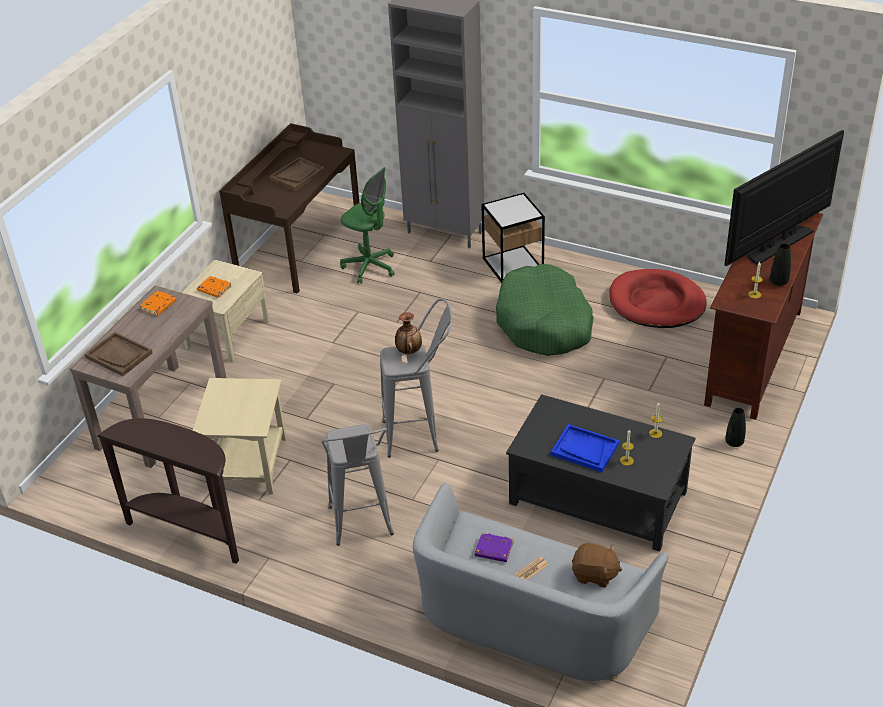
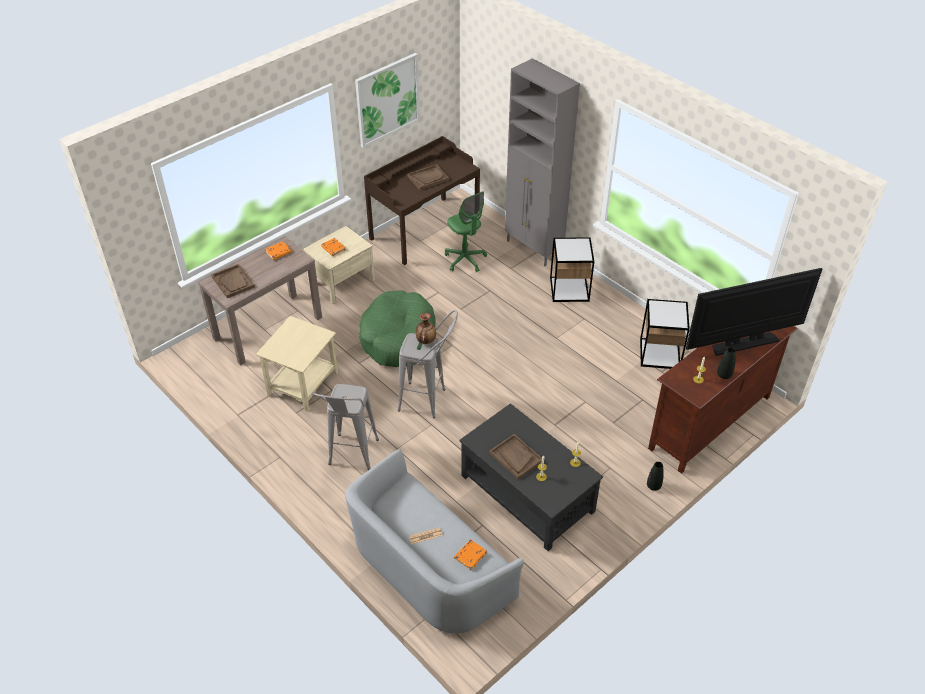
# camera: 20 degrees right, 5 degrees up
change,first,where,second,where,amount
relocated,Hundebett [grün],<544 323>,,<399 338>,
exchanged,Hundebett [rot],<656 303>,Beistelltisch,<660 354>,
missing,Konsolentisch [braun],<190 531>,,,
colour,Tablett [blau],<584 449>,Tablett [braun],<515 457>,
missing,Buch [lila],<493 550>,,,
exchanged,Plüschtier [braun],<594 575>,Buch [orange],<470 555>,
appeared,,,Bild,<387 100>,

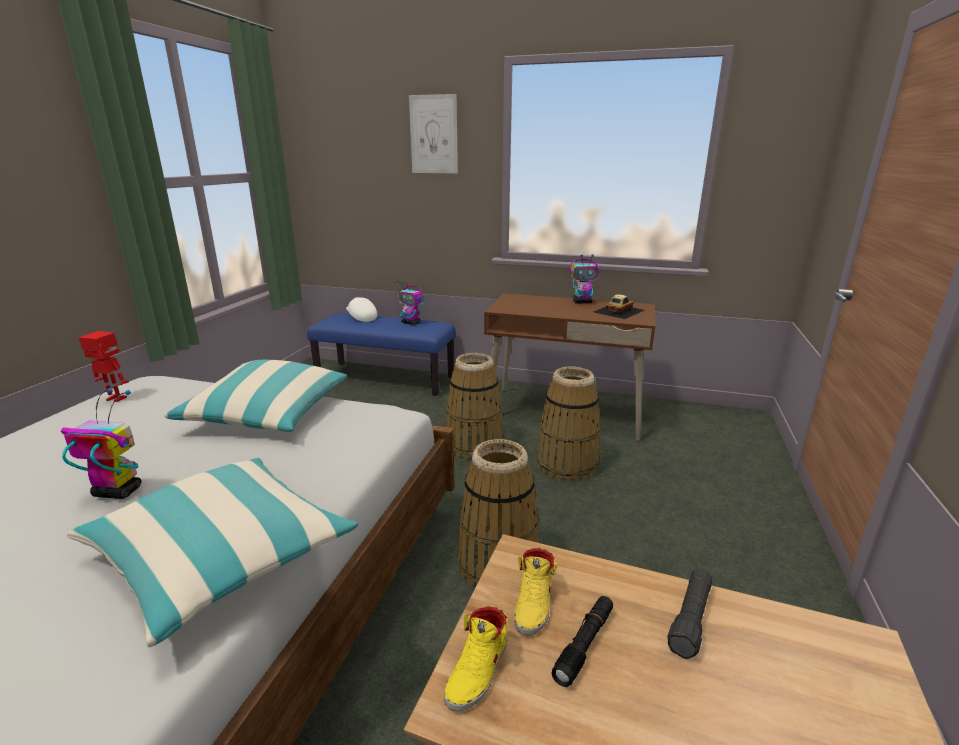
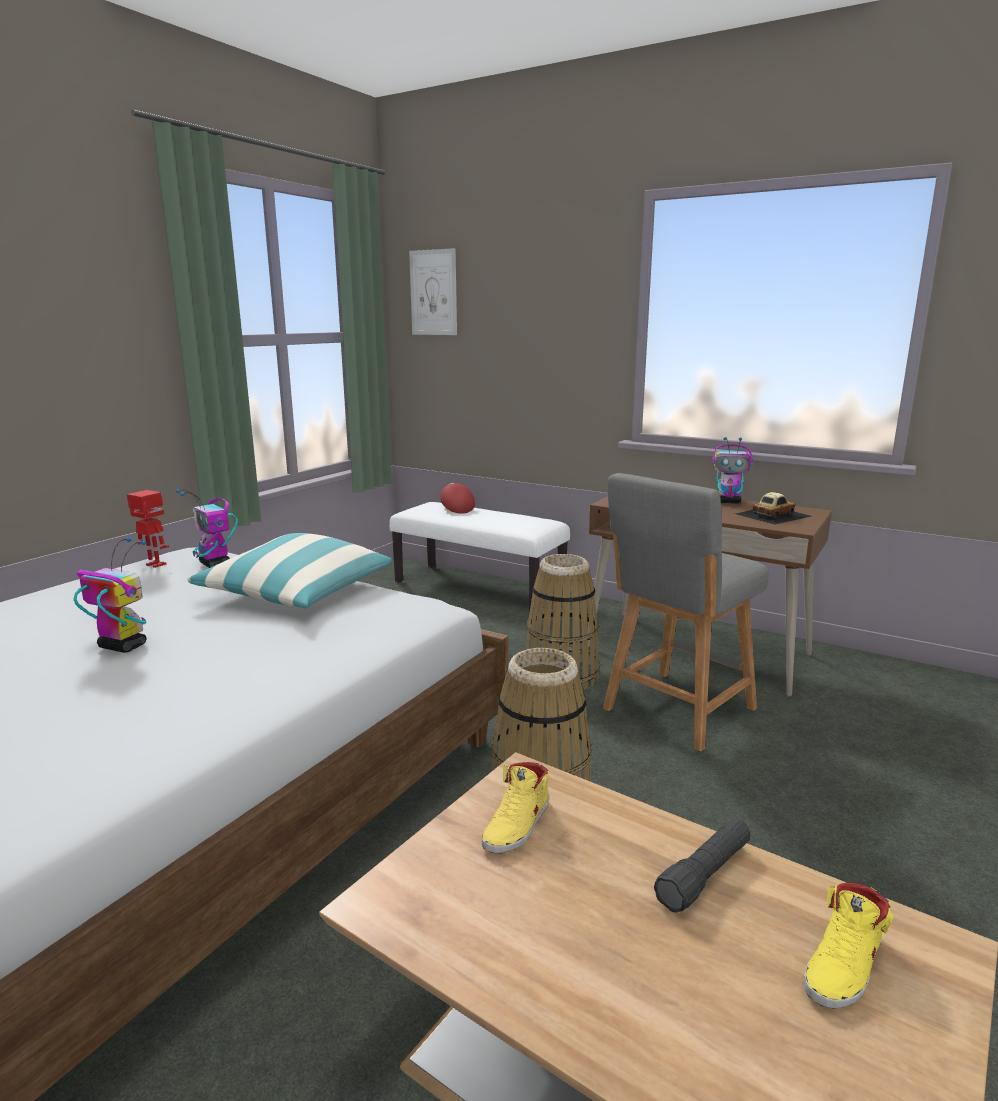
# camera: 15 degrees right, 5 degrees down
change,first,where,second,where,amount
relocated,Bild,<433 134>,,<433 293>,
relocated,Spielzeugroboter,<411 323>,,<215 564>,
colour,Kappe [weiß],<361 318>,Kappe [rot],<455 508>,
colour,Bank [blau],<386 378>,Bank [weiß],<479 587>,
exchanged,Korb,<566 464>,Hocker [grau],<675 711>,
missing,Kissen,<221 556>,,,
missing,Taschenlampe [schwarz],<584 644>,,,
relocated,Schuh [gelb],<478 670>,,<845 966>,

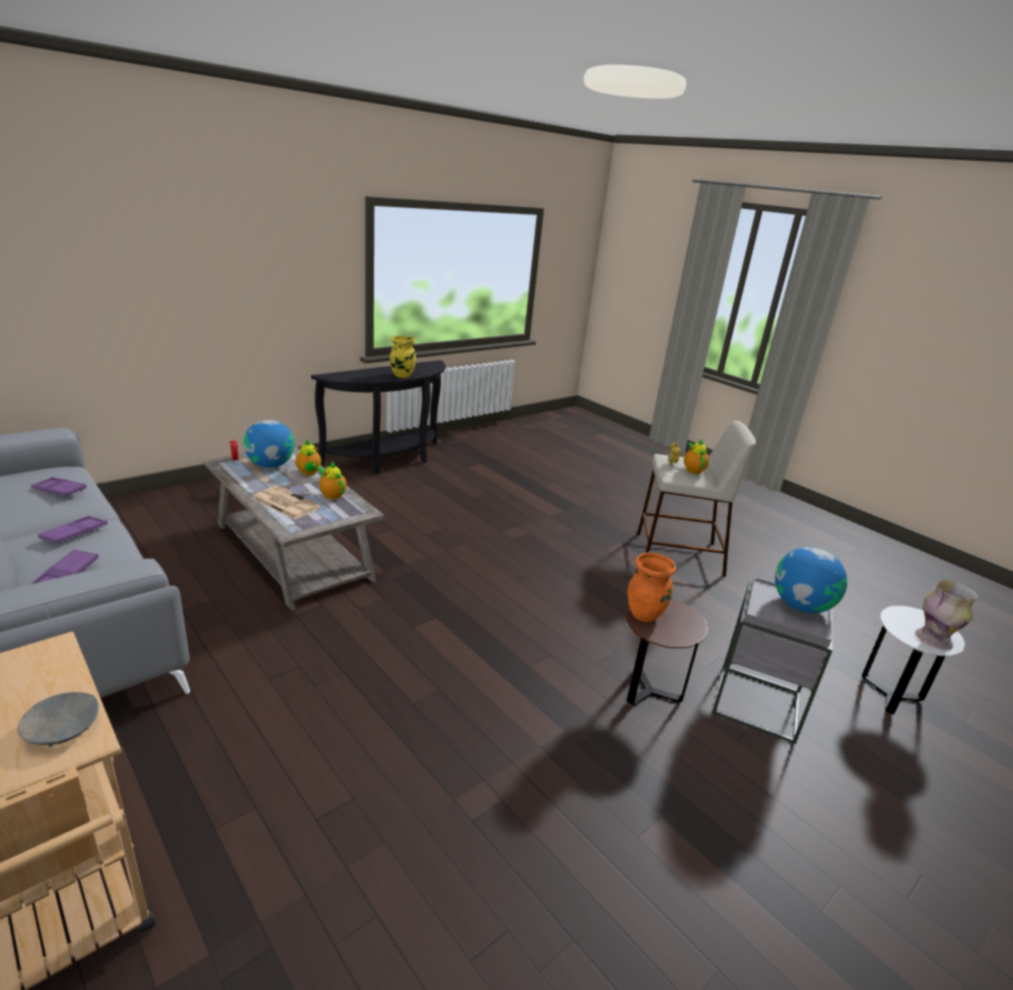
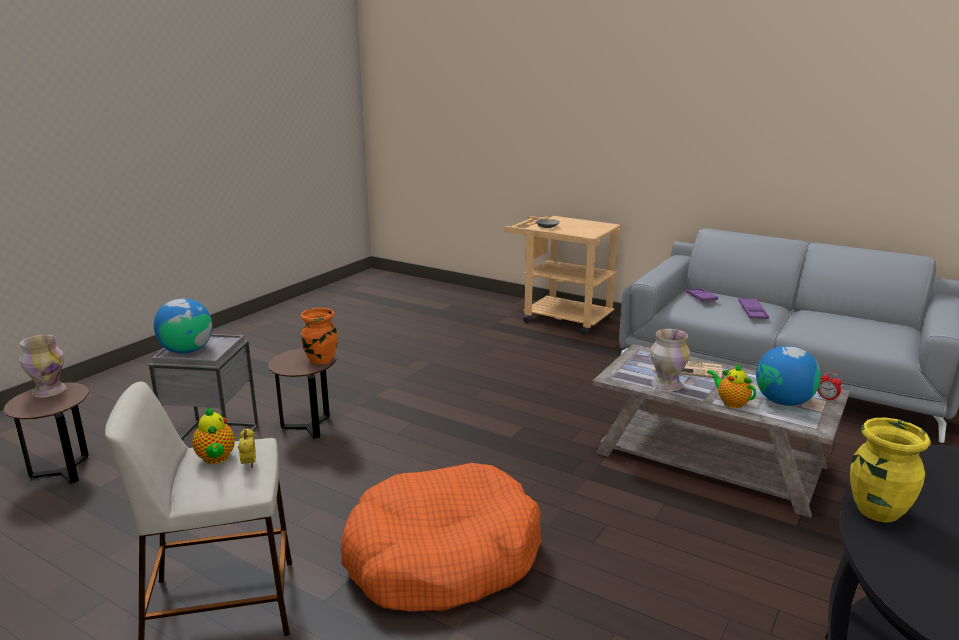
# camera: 165 degrees right, 5 degrees down
change,first,where,second,where,amount
exchanged,Teekanne,<332 495>,Vase,<665 385>,
missing,Tablett [lila],<60 490>,,,
colour,Beistelltisch [weiß],<890 696>,Beistelltisch [braun],<64 472>,
appeared,,,Hundebett [orange],<442 557>,

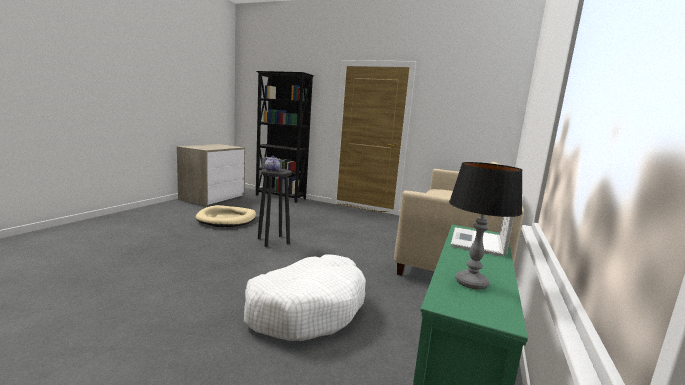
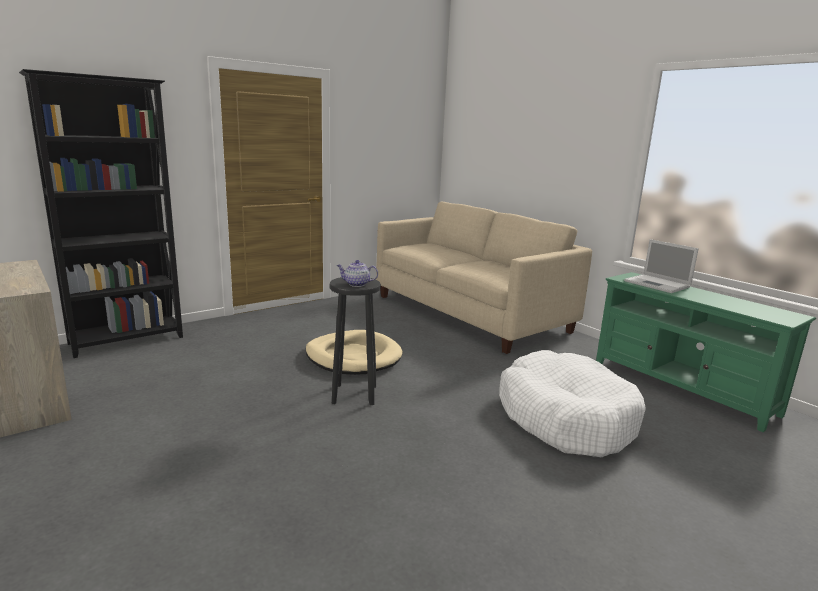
# camera: 60 degrees left, 5 degrees up
change,first,where,second,where,amount
missing,Tischlampe,<471 283>,,,
relocated,Hundebett [beige],<227 219>,,<353 356>,

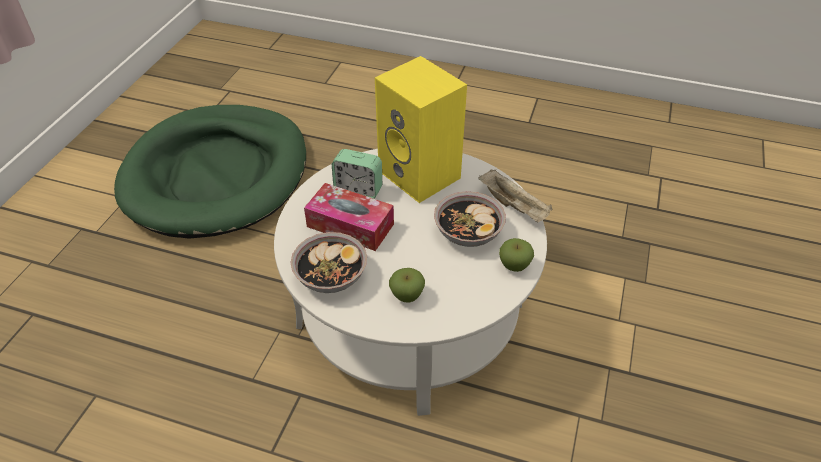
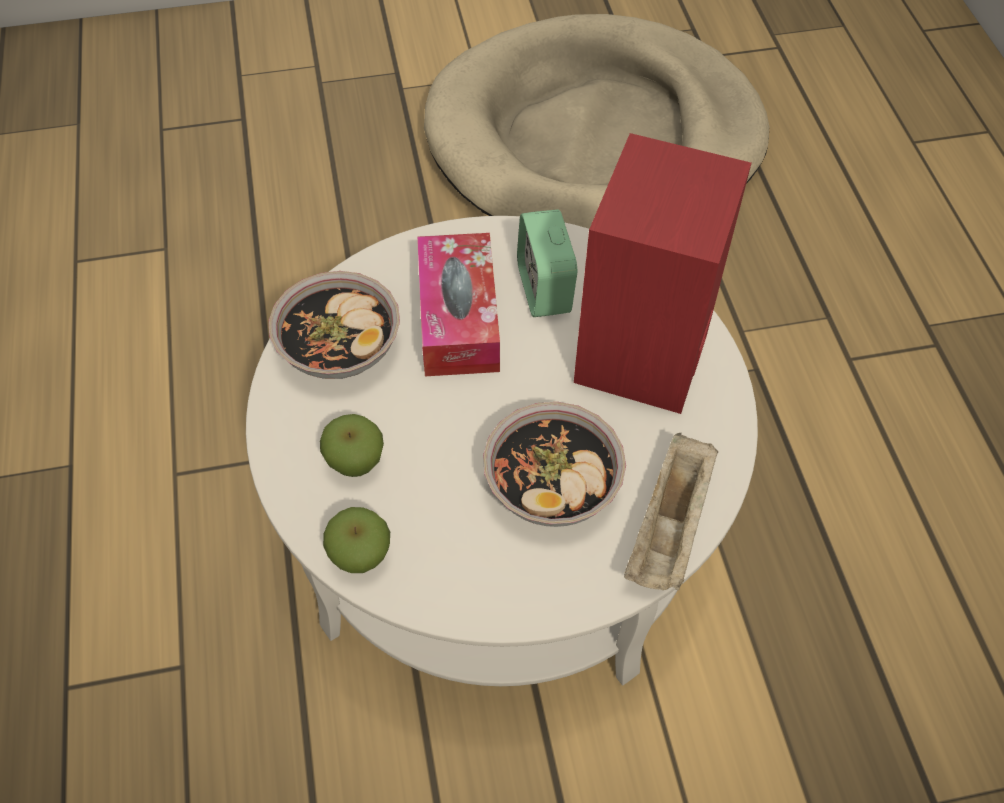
# camera: 60 degrees right, 10 degrees up
change,first,where,second,where,amount
colour,Lautsprecher [gelb],<421 175>,Lautsprecher [rot],<645 354>,
colour,Hundebett [grün],<217 175>,Hundebett [beige],<595 139>,
relocated,Apfel,<514 266>,,<360 556>,

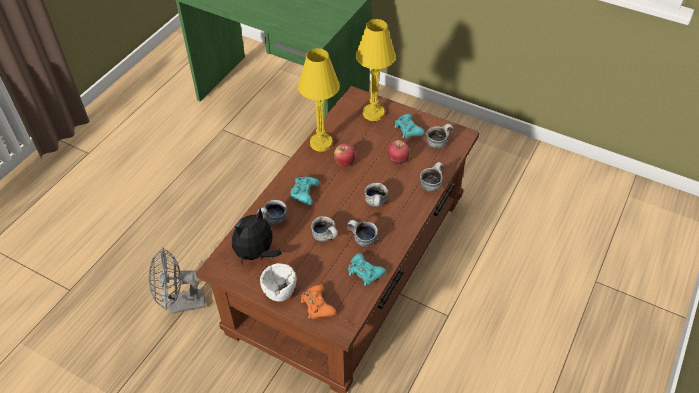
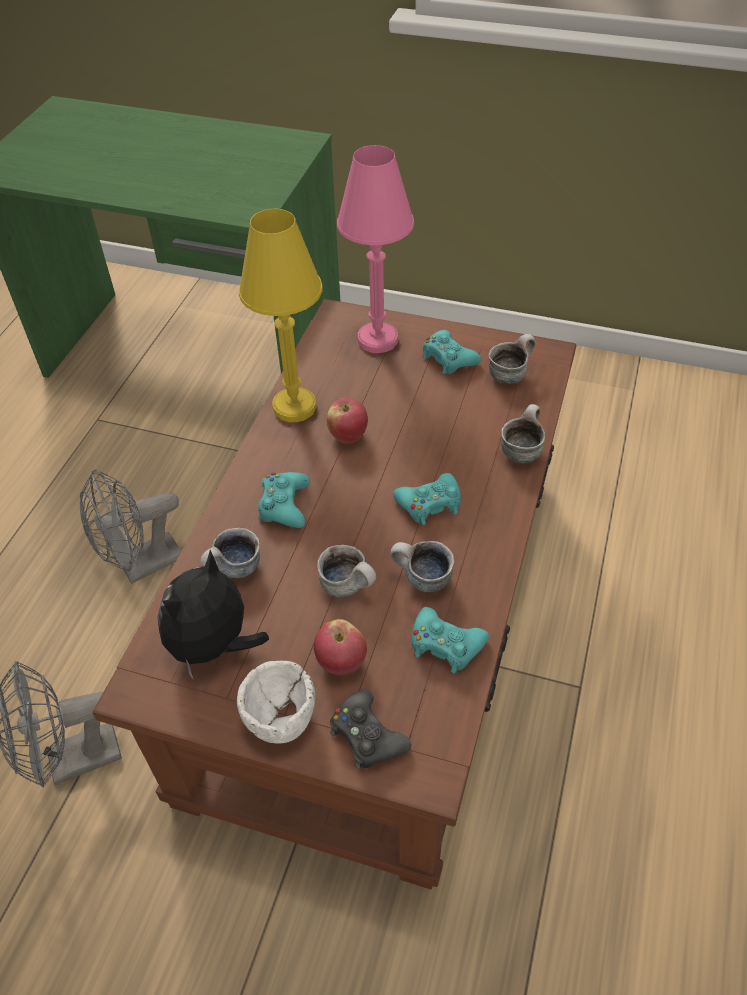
# camera: 10 degrees left, 0 degrees up
change,first,where,second,where,amount
colour,Tischlampe [gelb],<373 113>,Tischlampe [rosa],<377 340>,
relocated,Apfel,<398 160>,,<341 662>,
exchanged,Henkelbecher,<376 204>,Gamepad [türkis],<430 504>,
colour,Gamepad [orange],<317 305>,Gamepad [schwarz],<367 736>,
appeared,,,Ventilator [grau],<142 566>,

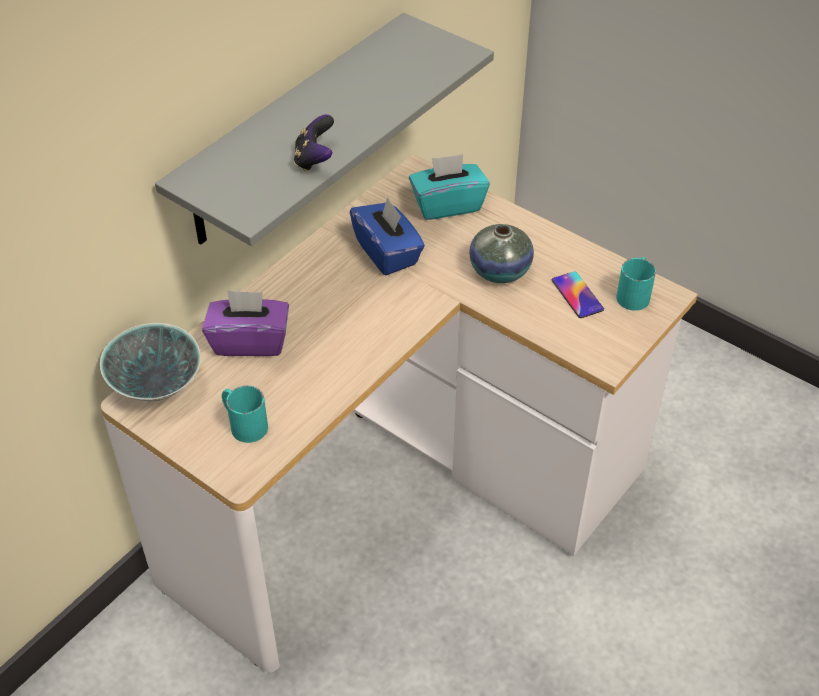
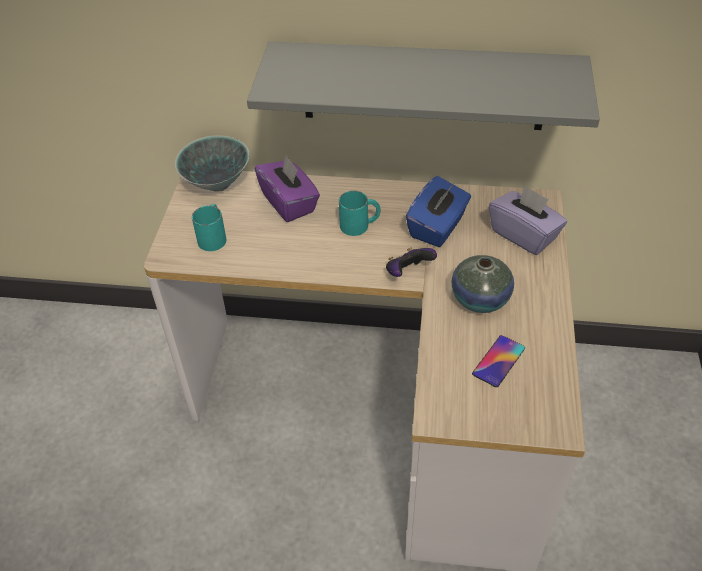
# camera: 60 degrees right, 0 degrees up
change,first,where,second,where,amount
relocated,Gamepad,<314 160>,,<407 273>,
colour,Taschentuchbox [türkis],<447 205>,Taschentuchbox [lila],<524 235>,
relocated,Henkelbecher [türkis],<634 293>,,<360 225>,

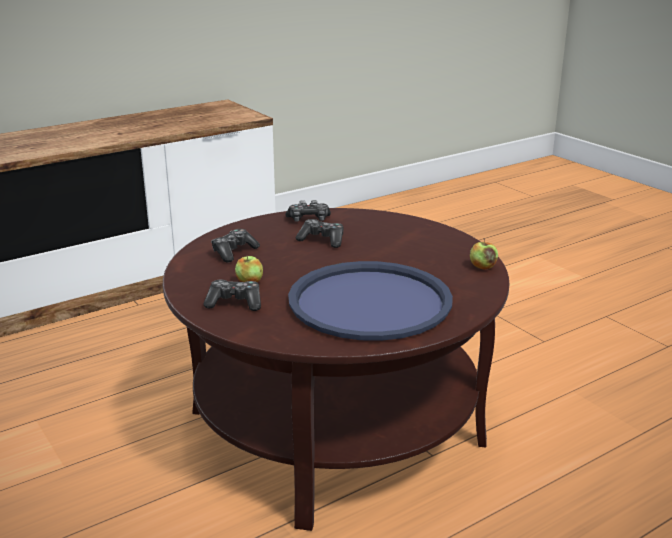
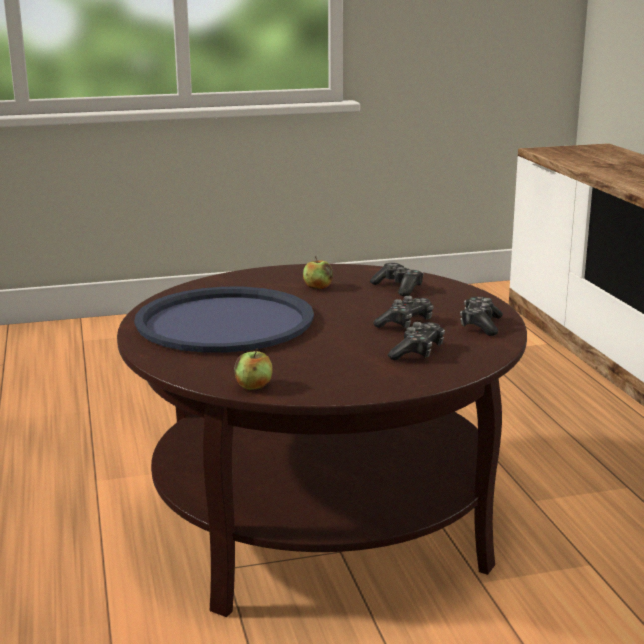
# camera: 110 degrees right, 5 degrees down
change,first,where,second,where,amount
relocated,Gamepad,<234 303>,,<418 352>,

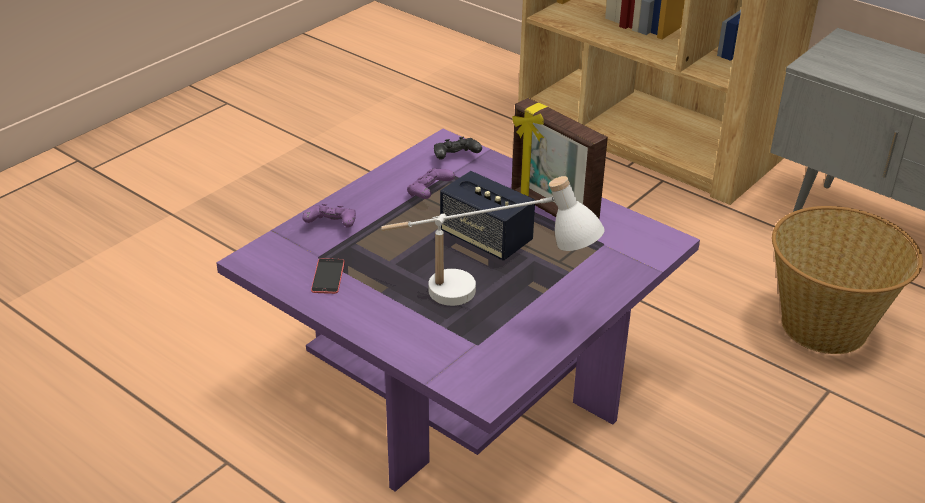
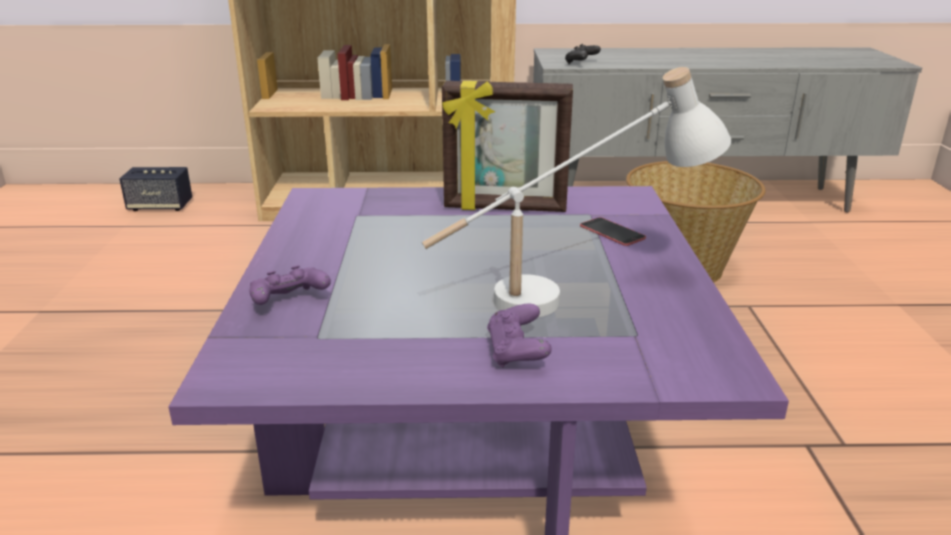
# camera: 40 degrees left, 10 degrees down
change,first,where,second,where,amount
relocated,Gamepad [schwarz],<455 158>,,<581 63>,
relocated,Gamepad [lila],<429 193>,,<517 352>,
relocated,Lautsprecher,<486 239>,,<160 206>,
relocated,Handy,<328 276>,,<612 232>,

